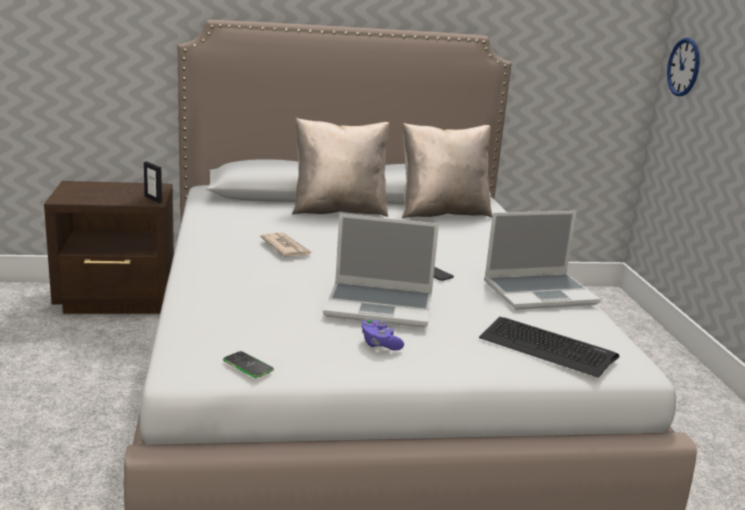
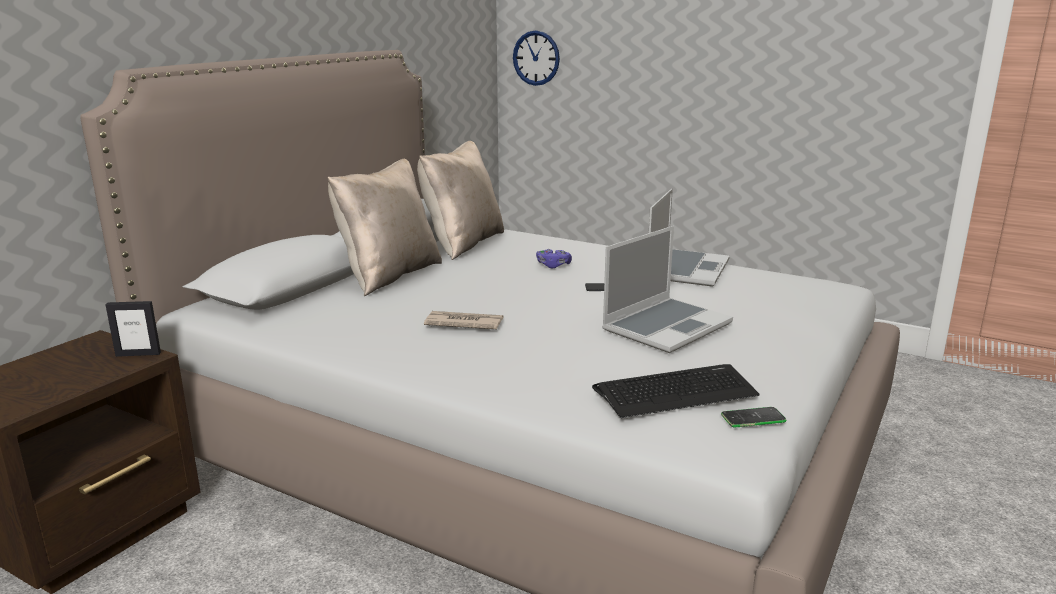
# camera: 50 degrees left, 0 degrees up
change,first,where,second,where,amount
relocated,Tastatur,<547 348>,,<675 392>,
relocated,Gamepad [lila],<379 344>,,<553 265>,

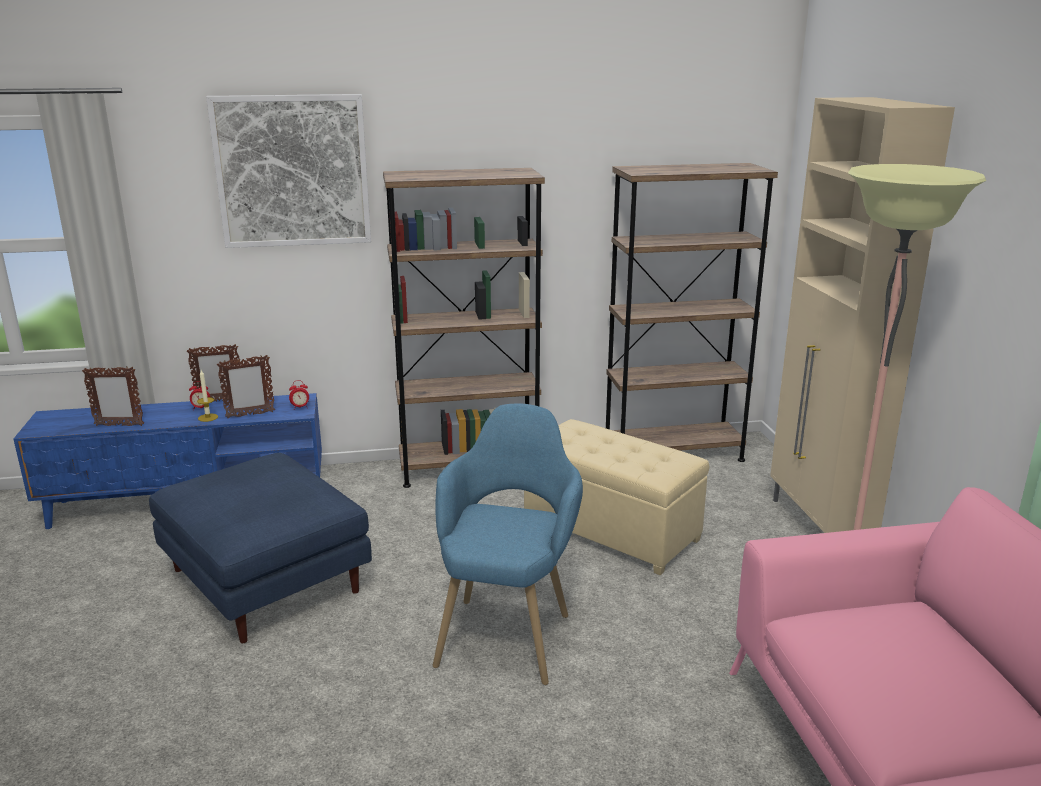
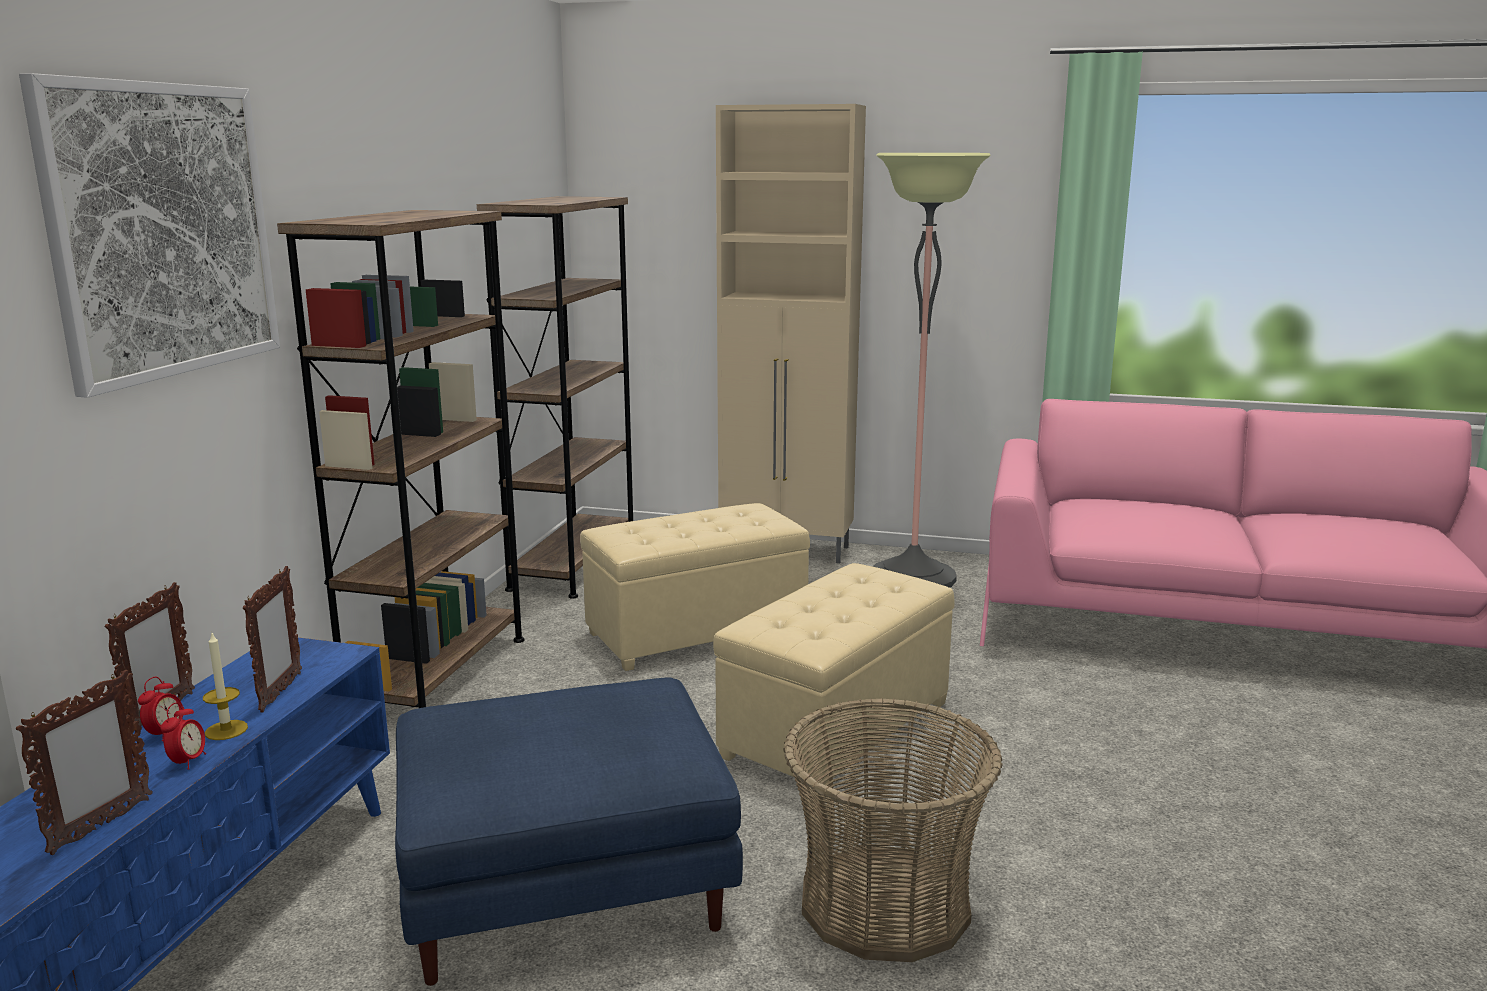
# camera: 65 degrees left, 5 degrees down
change,first,where,second,where,amount
relocated,Wecker,<300 407>,,<188 762>,
exchanged,Sessel [blau],<508 628>,Polsterhocker [beige],<835 729>,
appeared,,,Korb,<885 904>,

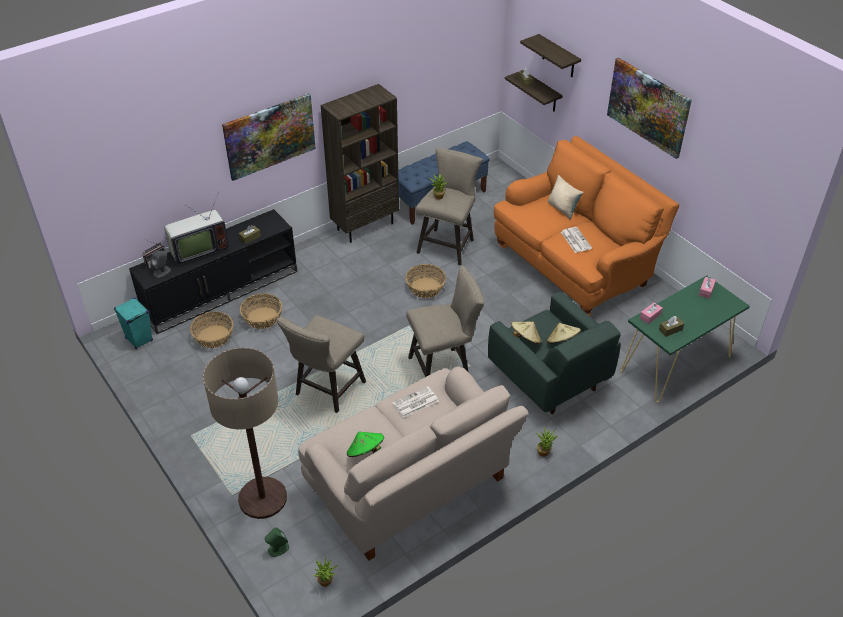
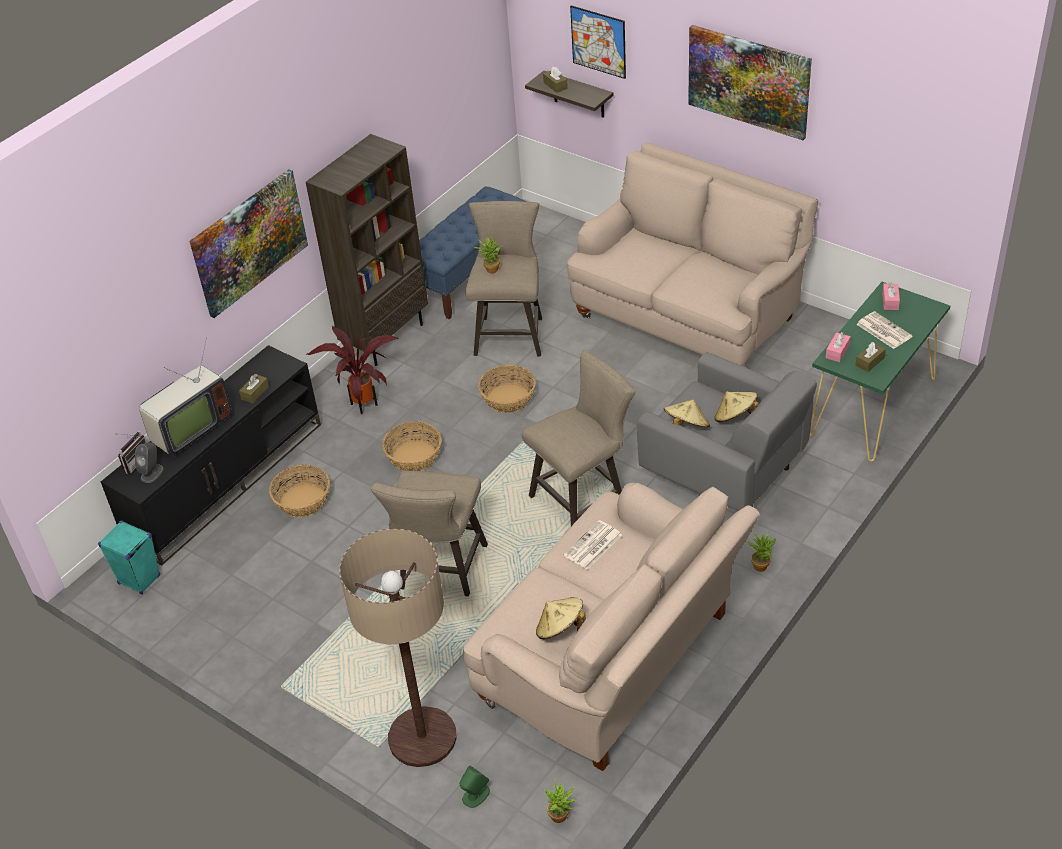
# camera: 15 degrees left, 0 degrees up
change,first,where,second,where,amount
exchanged,Wandregal,<558 57>,Bild,<598 42>,
colour,Sofa [orange],<574 264>,Sofa [beige],<689 315>,
missing,Kissen [beige],<562 209>,,,
relocated,Zeitung,<575 240>,,<883 330>,
colour,Sessel [grün],<550 379>,Sessel [grau],<726 471>,
relocated,Korb,<213 336>,,<414 456>,
colour,Hut [grün],<366 453>,Hut [beige],<560 629>,
appeared,,,Topfpflanze,<364 402>,

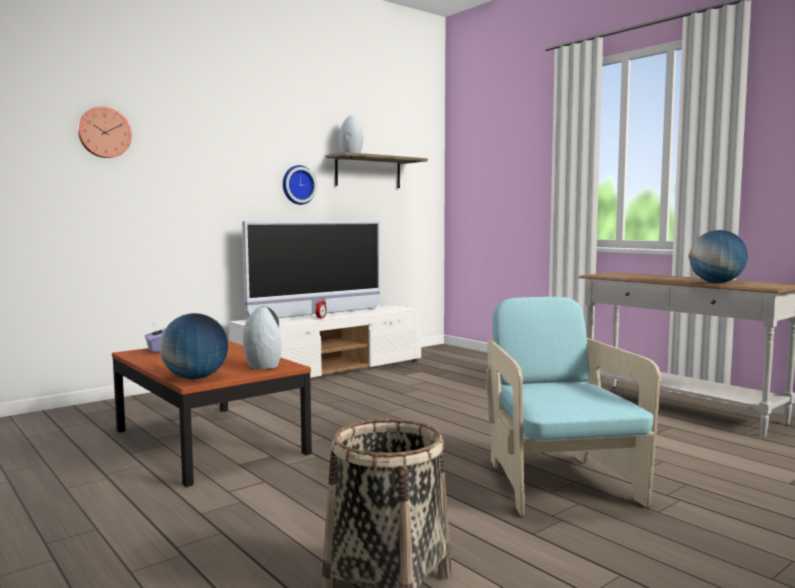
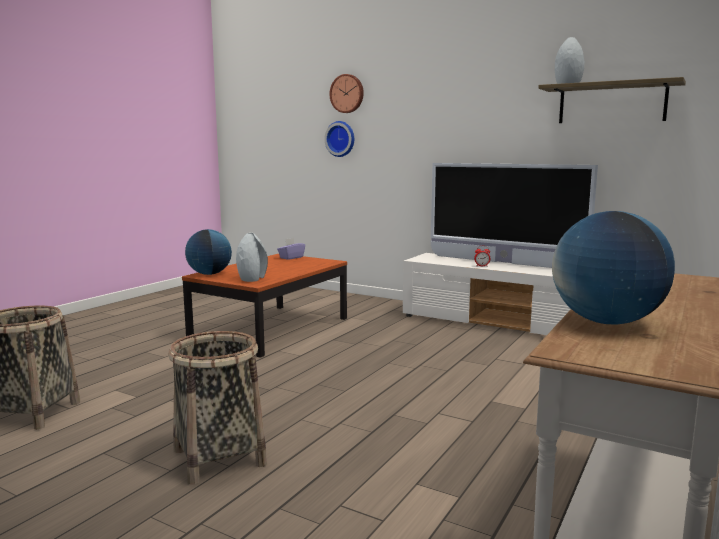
# camera: 70 degrees right, 5 degrees up
change,first,where,second,where,amount
relocated,Wanduhr,<298 185>,,<341 139>,
exchanged,Sessel [türkis],<558 484>,Korb,<219 457>,

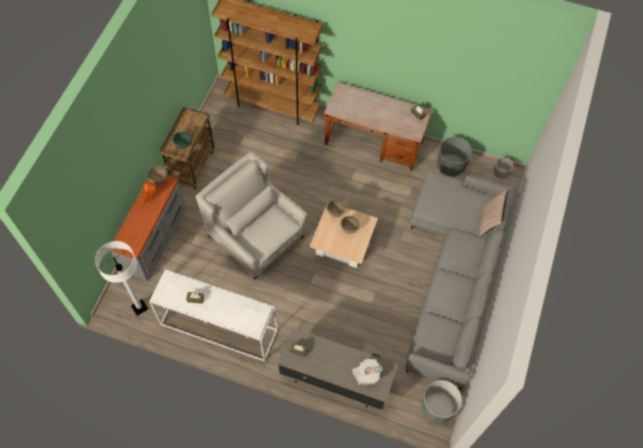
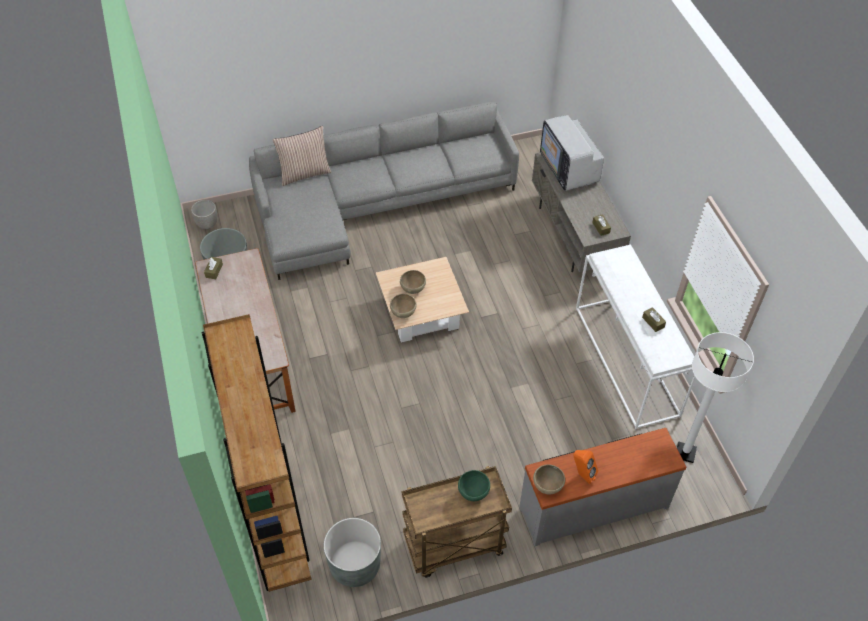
# camera: 125 degrees left, 10 degrees down
change,first,where,second,where,amount
missing,Sessel [weiß],<256 236>,,,
exchanged,Zeitung,<366 374>,Fernseher,<568 169>,
relocated,Pflanzkübel [grau],<437 407>,,<355 565>,

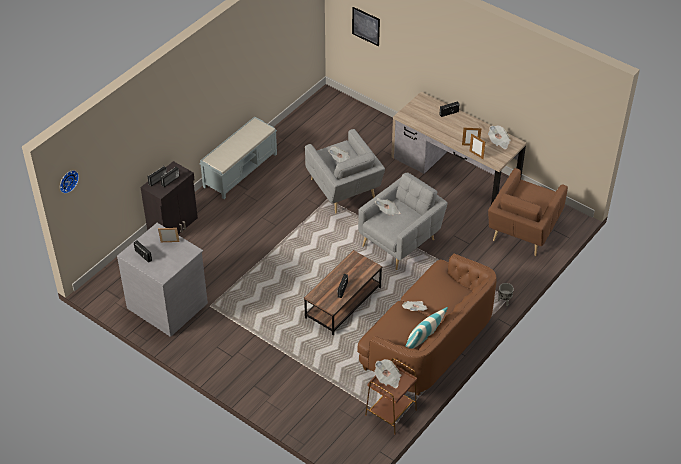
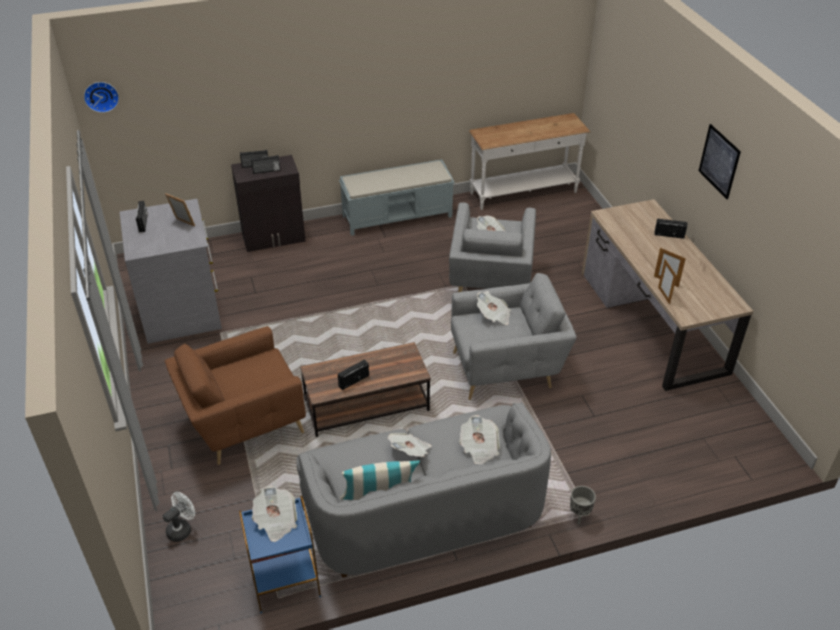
# camera: 35 degrees right, 5 degrees down
change,first,where,second,where,amount
relocated,Bild,<366 26>,,<719 161>,
relocated,Zeitung,<498 142>,,<479 448>,
relocated,Sessel [braun],<523 232>,,<243 425>,
colour,Sofa [braun],<428 342>,Sofa [grau],<423 512>,
colour,Beistelltisch [braun],<390 413>,Beistelltisch [blau],<284 578>,
appeared,,,Konsolentisch [weiß],<524 193>,
appeared,,,Ventilator [weiß],<182 529>,

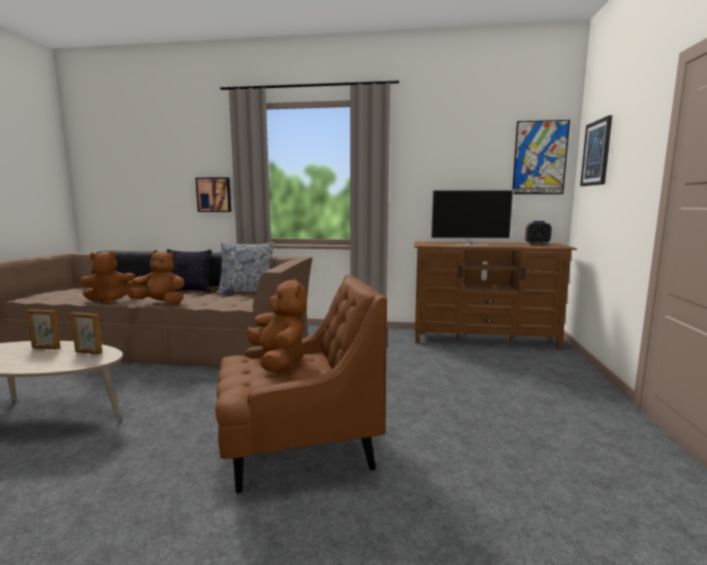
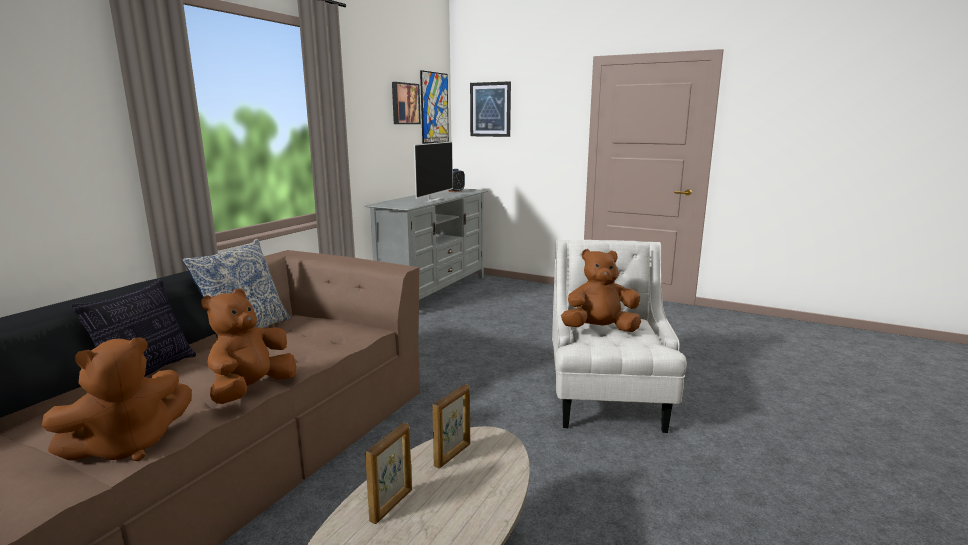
# camera: 70 degrees left, 5 degrees up
change,first,where,second,where,amount
relocated,Bild,<214 194>,,<404 103>,
colour,Fernsehschrank [braun],<483 339>,Fernsehschrank [grau],<434 291>,
spun,Plüschtier [braun],<111 300>,,<129 446>,45 degrees clockwise
colour,Sessel [braun],<298 449>,Sessel [weiß],<607 400>,

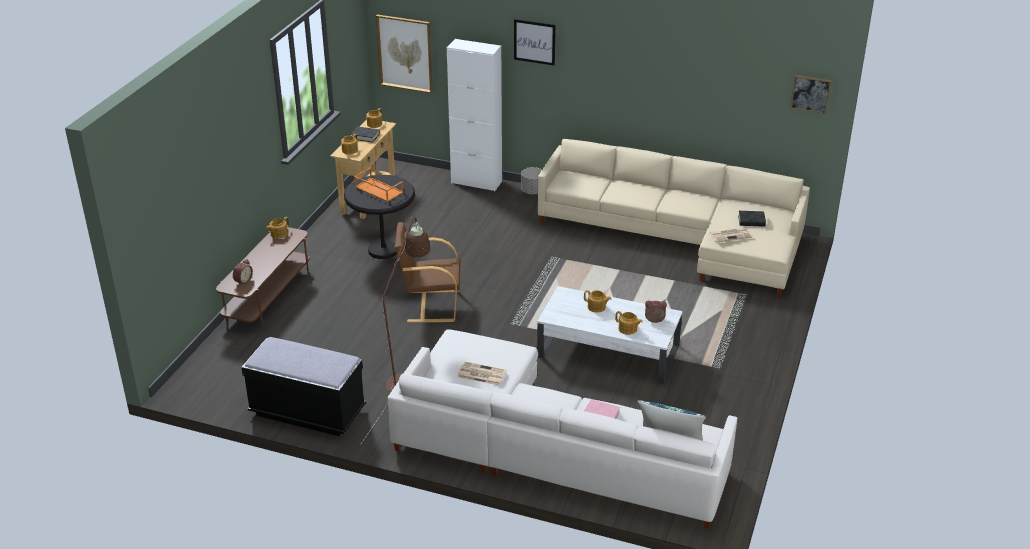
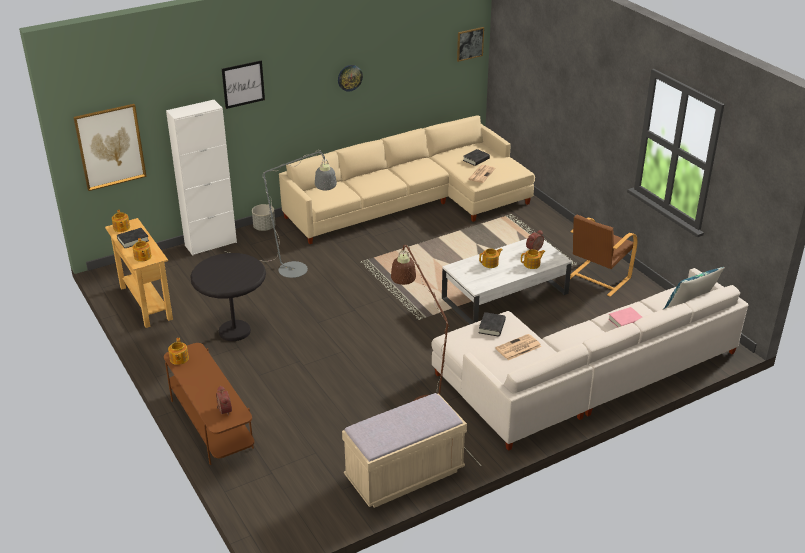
# camera: 50 degrees left, 0 degrees up
change,first,where,second,where,amount
missing,Tablett [orange],<378 190>,,,
relocated,Sessel [braun],<430 305>,,<597 278>,
colour,Bank [schwarz],<307 412>,Bank [beige],<404 475>,
appeared,,,Wanduhr,<349 77>,
appeared,,,Stehlampe [grau],<300 271>,
appeared,,,Buch [schwarz],<492 327>,

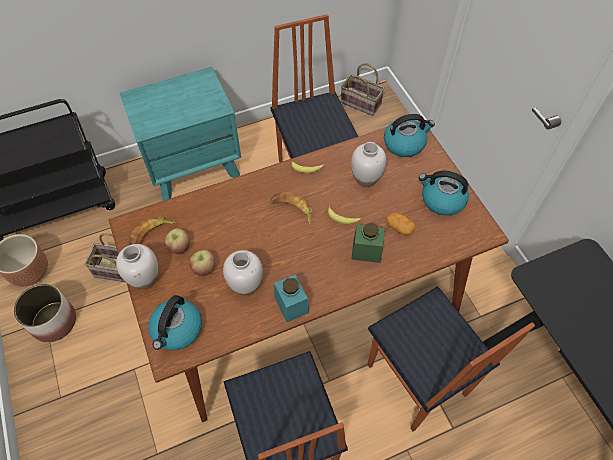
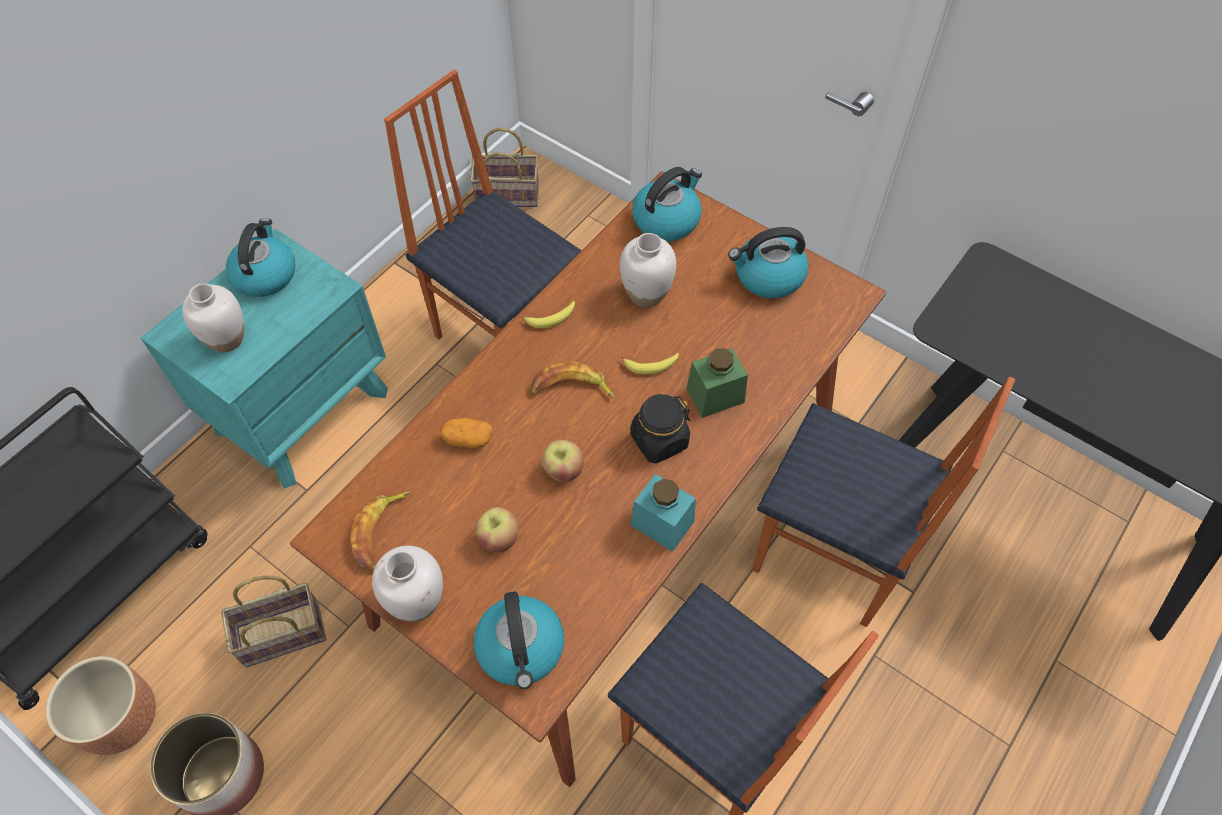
# camera: 30 degrees left, 0 degrees up
change,first,where,second,where,amount
relocated,Kartoffel,<399 227>,,<468 439>,
relocated,Apfel,<179 247>,,<563 470>,
relocated,Vase [weiß],<245 285>,,<226 339>,
appeared,,,Wasserkessel,<265 274>,
appeared,,,Vorratsglas [schwarz],<659 440>,

